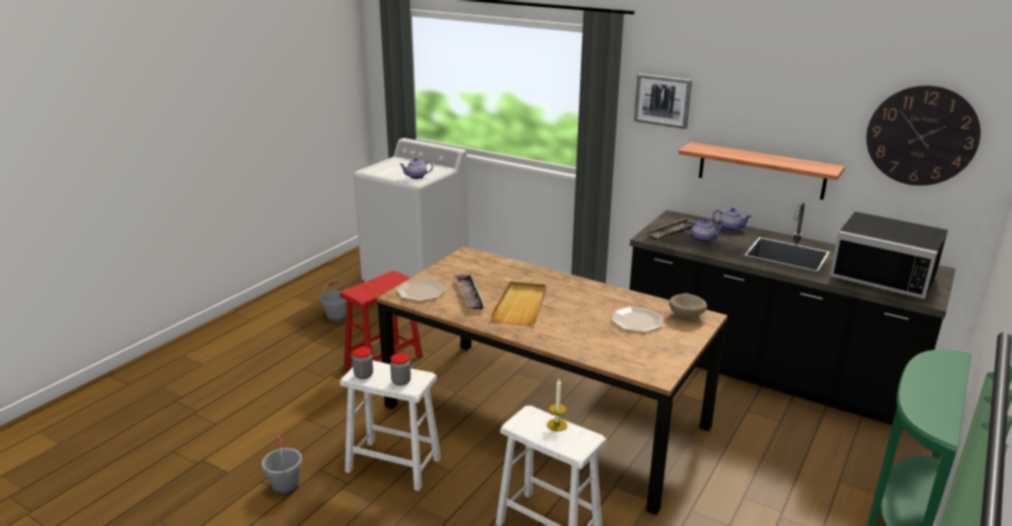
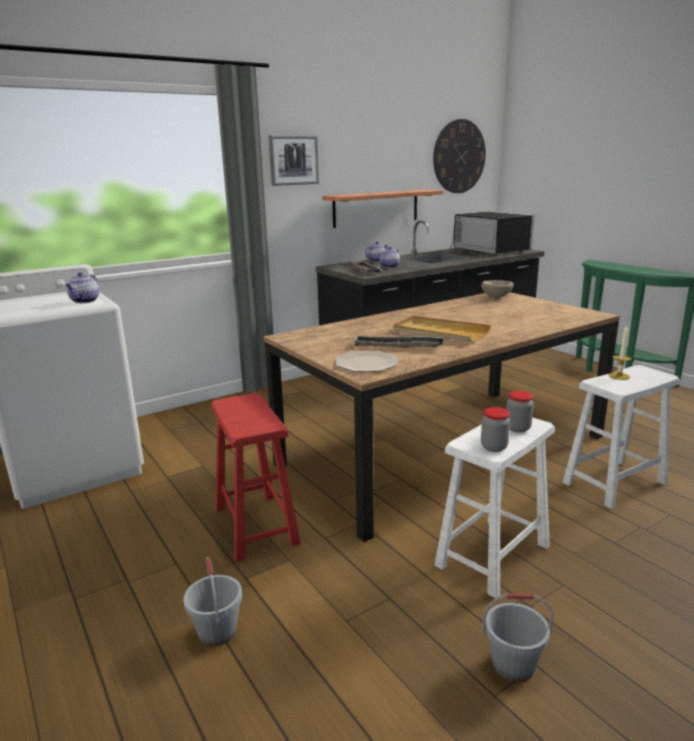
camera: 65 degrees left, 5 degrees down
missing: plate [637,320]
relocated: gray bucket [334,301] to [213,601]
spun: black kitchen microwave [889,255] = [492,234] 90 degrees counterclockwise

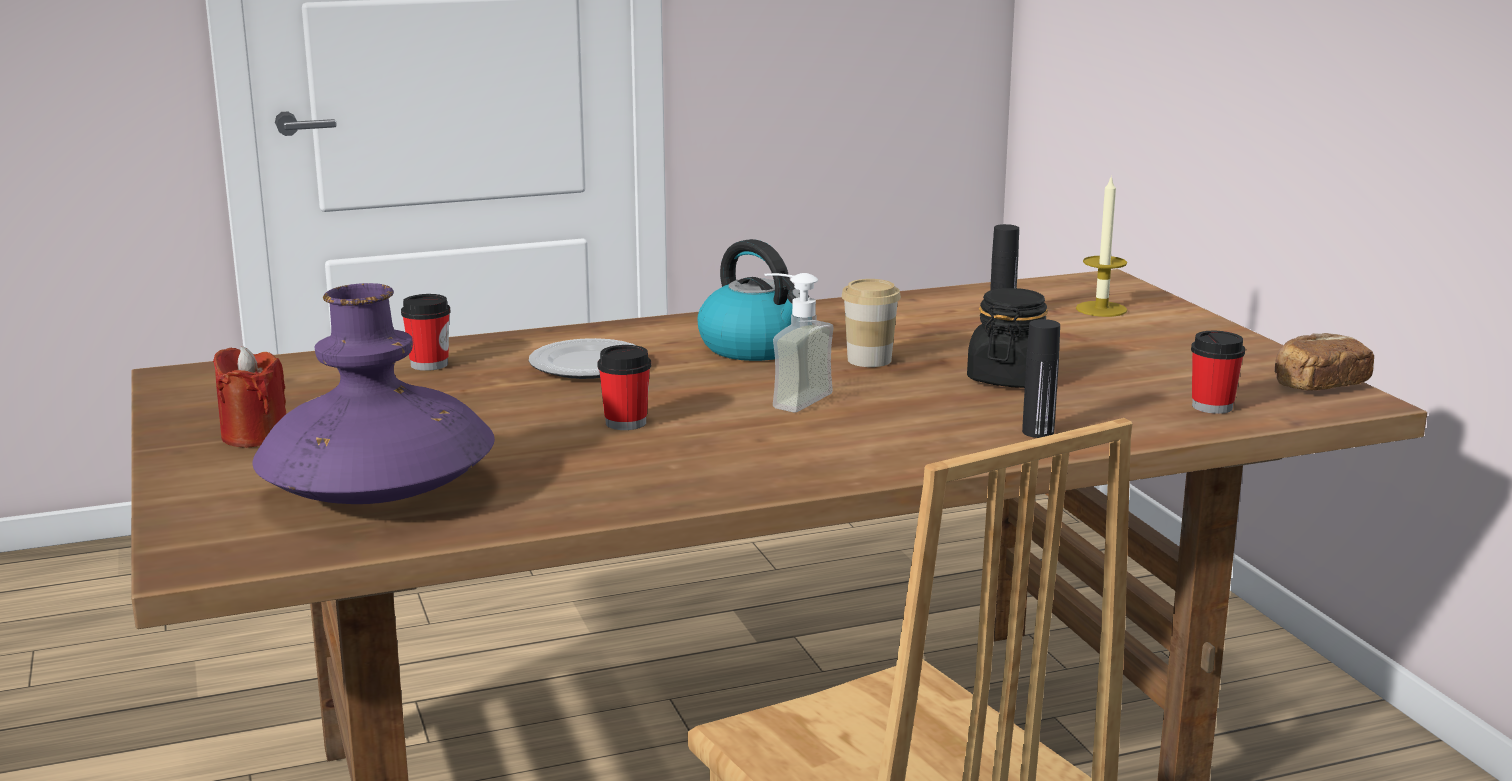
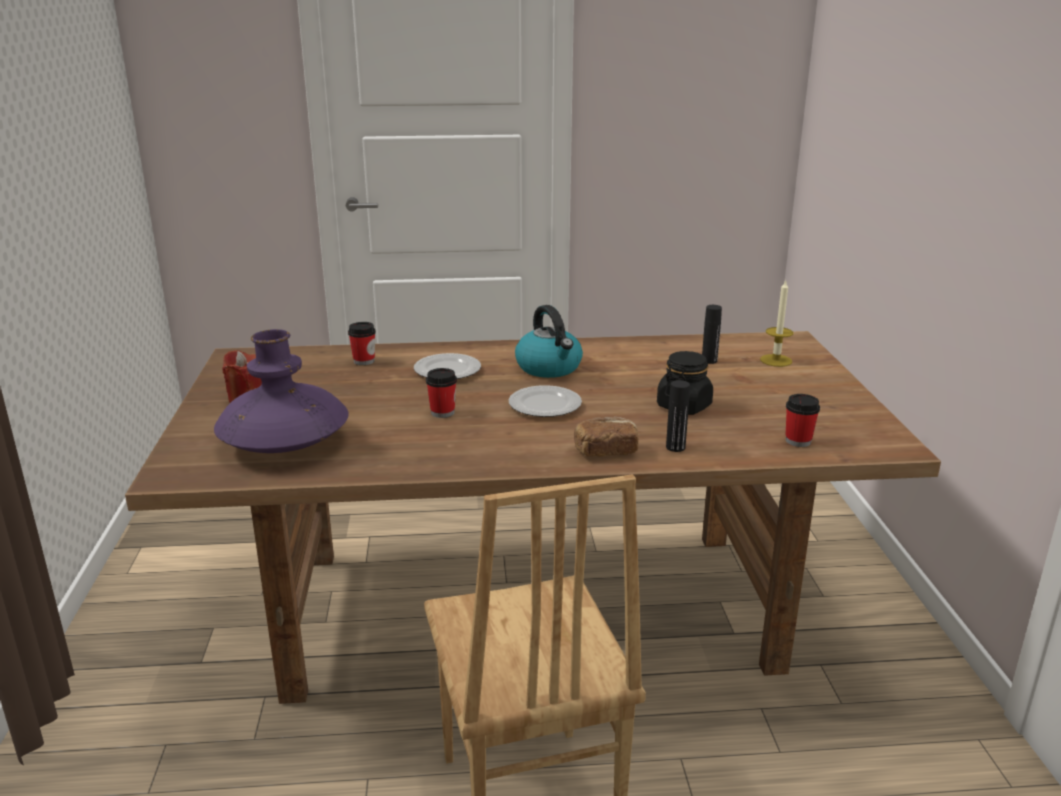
camera: 15 degrees right, 5 degrees up
missing: small cup [871,323]
relocated: baked bread [1324,362] to [606,437]
exchanged: soap dispenser [799,343] to plate [545,401]

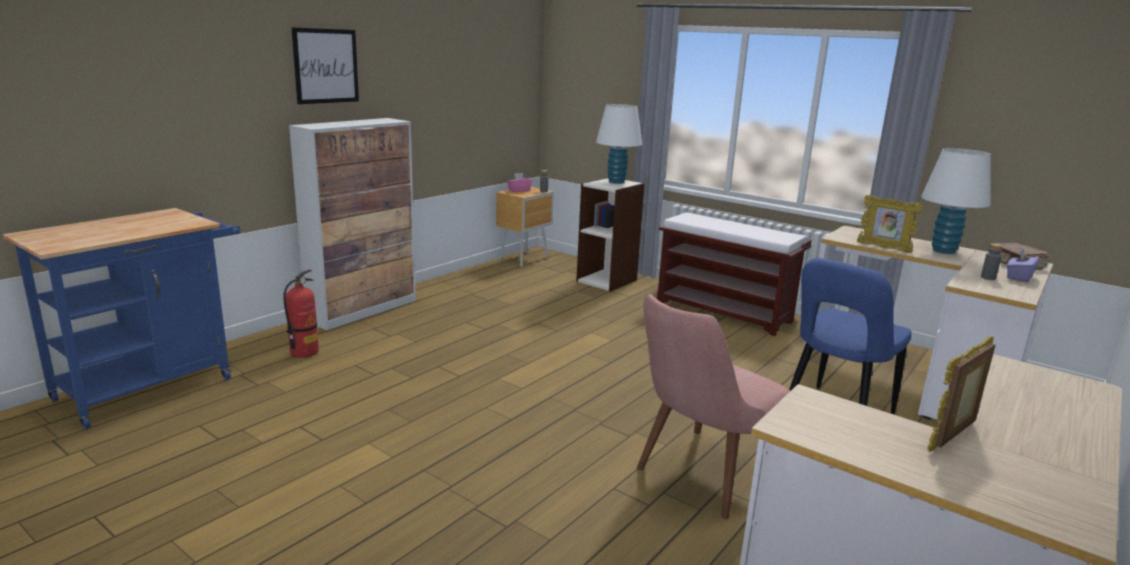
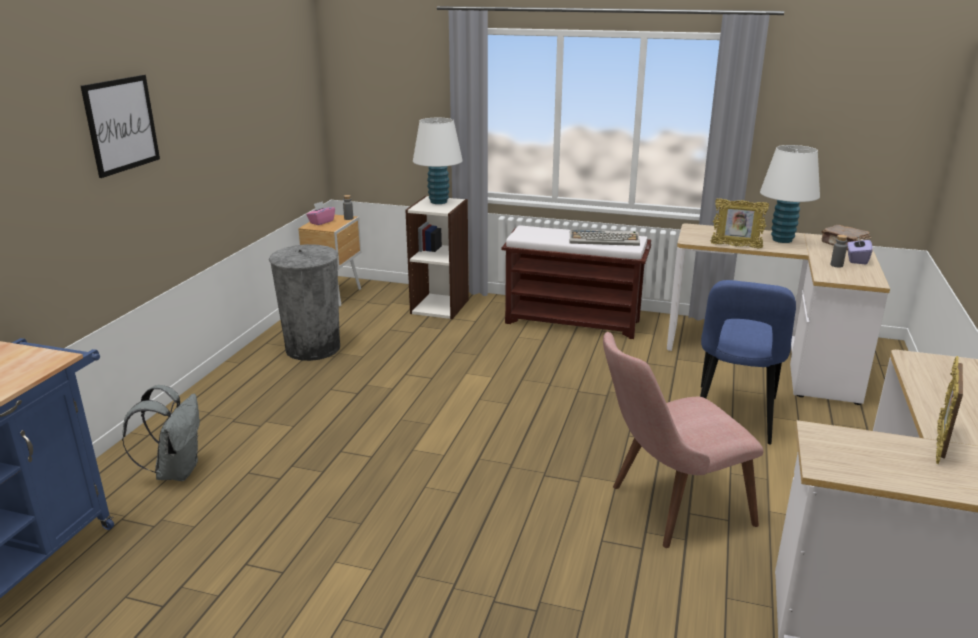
camera: 20 degrees left, 5 degrees up
missing: storage cabinet [352,224]
appeared: gray rubbish bin [304,302]; computer keyboard [605,237]
exchanged: fire-fighting cylinder [301,313] to gray rucksack [161,433]
spun: pink chair [713,406] = [683,440] 45 degrees clockwise

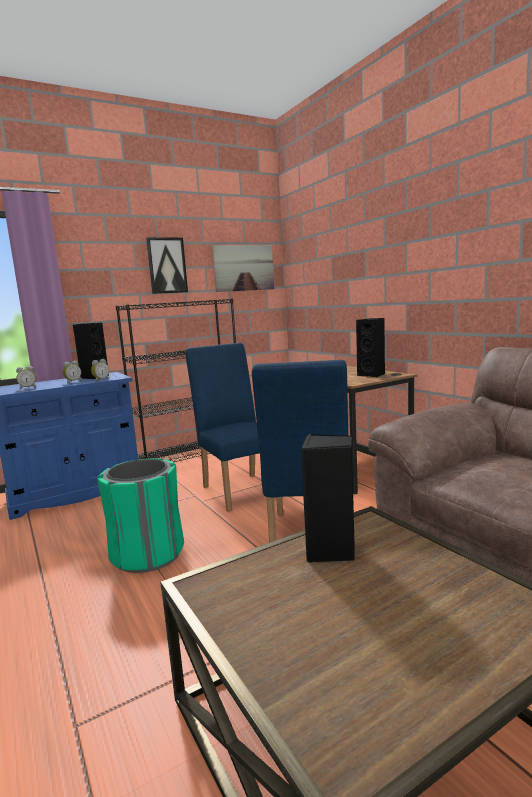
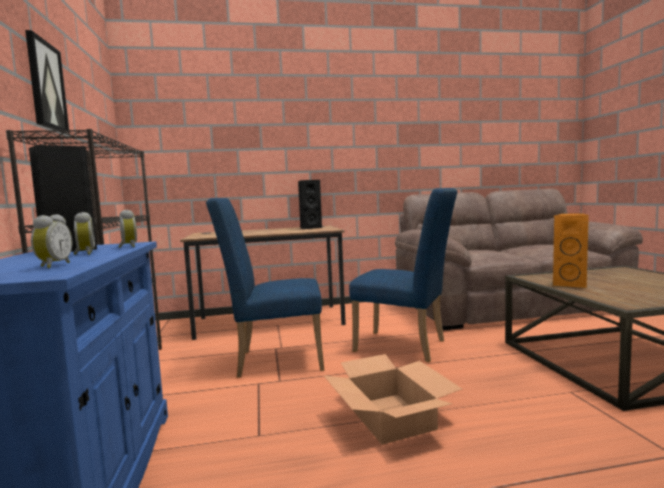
camera: 70 degrees left, 5 degrees down
missing: wall picture [243,268]
exchanged: green-coloured rubbish bin [140,515] to cardboard box [392,399]
colour: black loudspeaker [328,498] to orange-coloured loudspeaker [571,250]

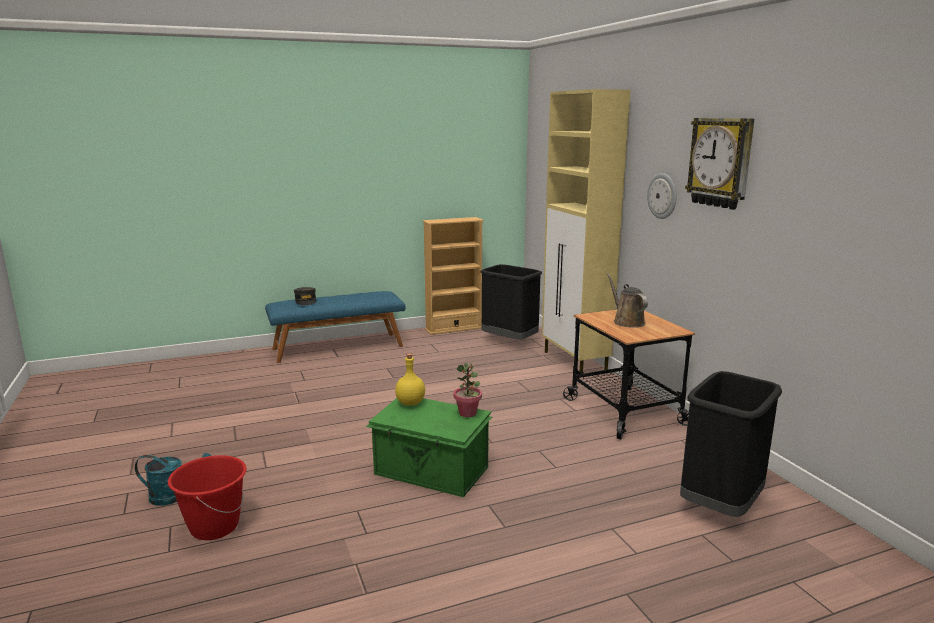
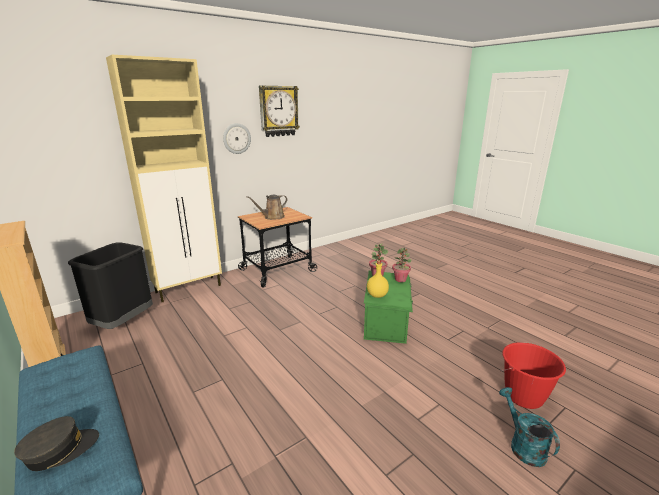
camera: 105 degrees left, 5 degrees up
missing: black rubbish bin [731,444]
appeared: plant in a pot [402,265]

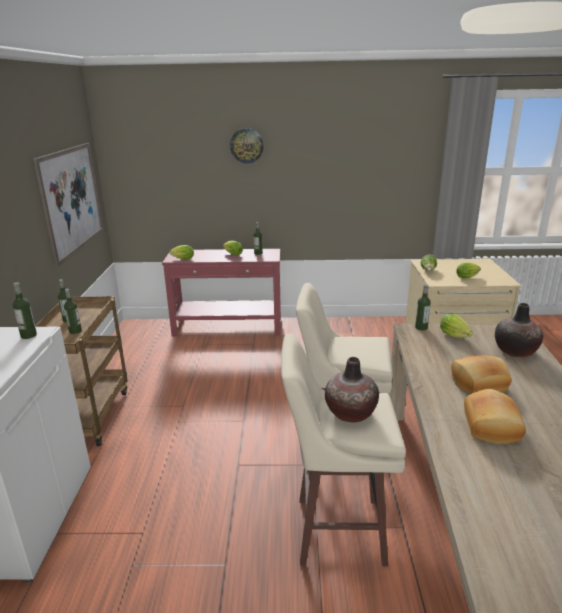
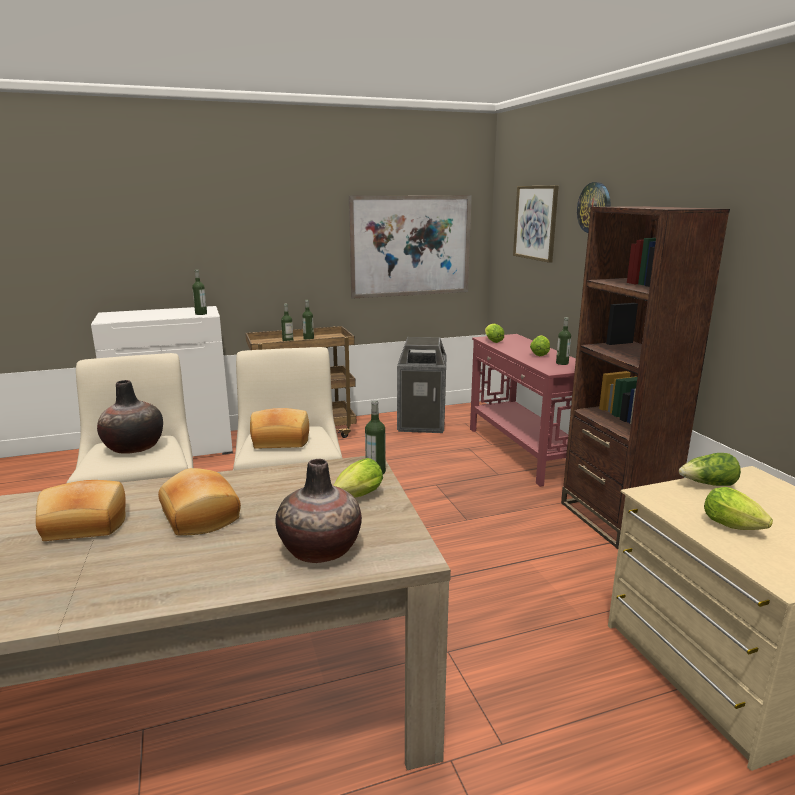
camera: 70 degrees right, 5 degrees down
appeared: baked bread [279,428]; rubbish bin [422,385]; wall picture [536,224]; brown bookcase [645,377]

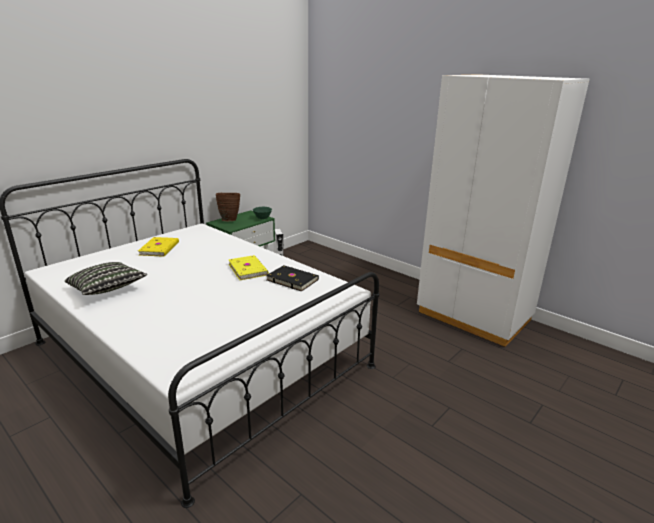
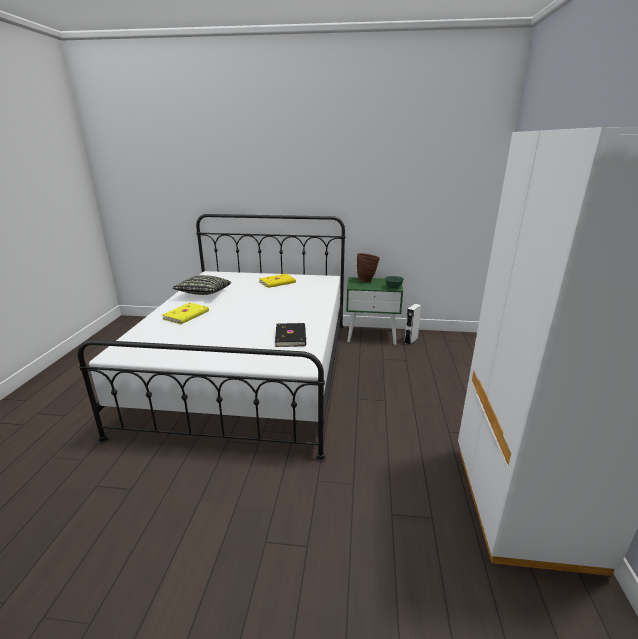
camera: 55 degrees right, 0 degrees up
relocated: yellow volume [249,267] to [185,313]

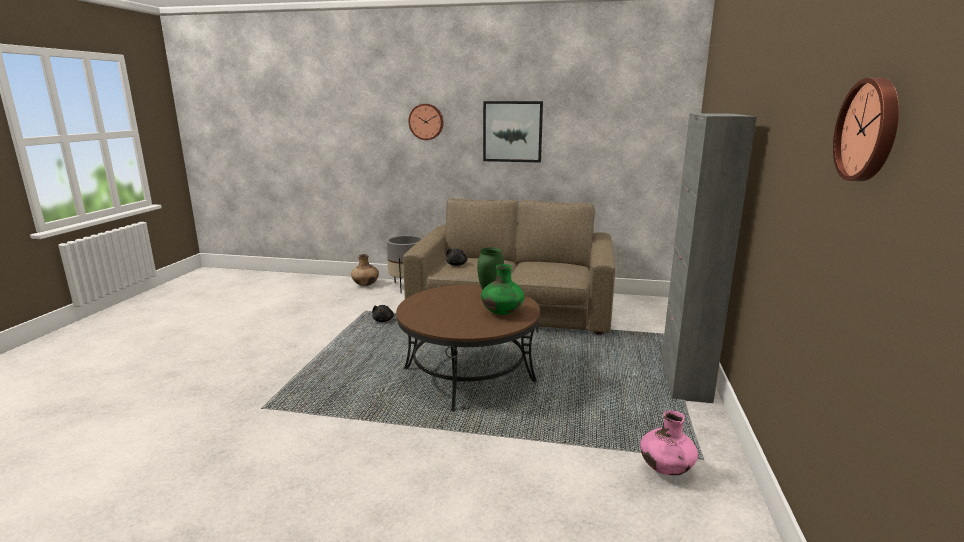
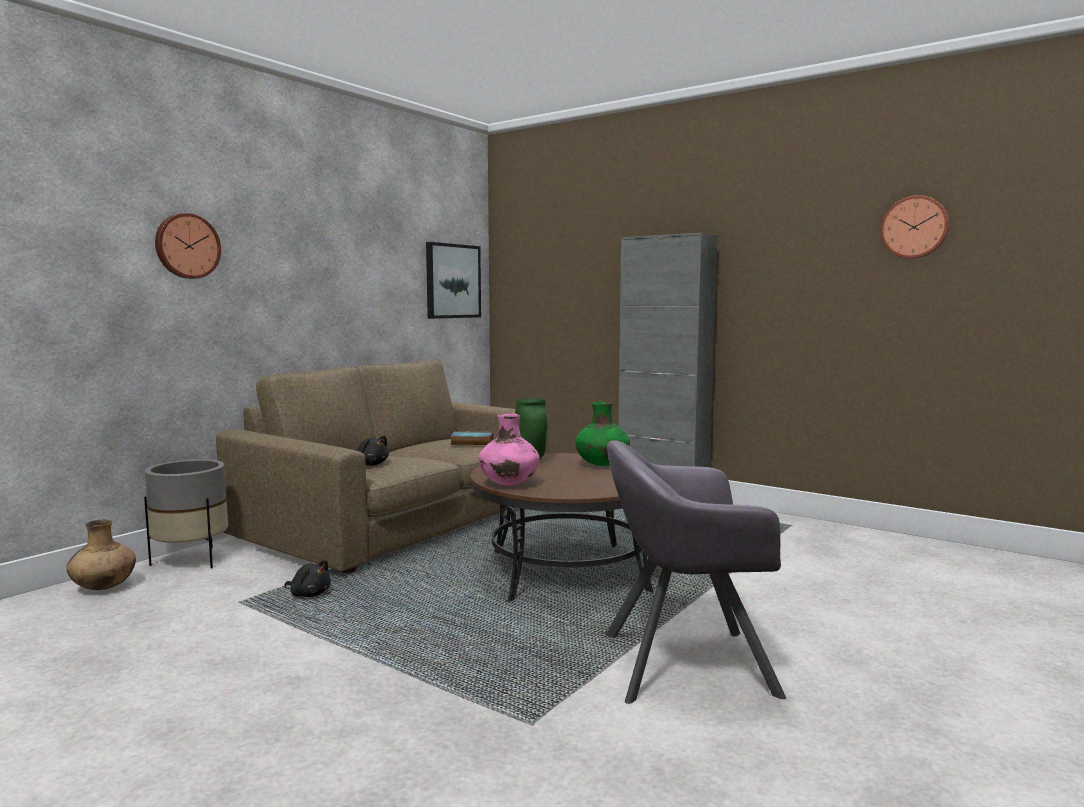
camera: 65 degrees left, 10 degrees down
appeared: volume [471,438]; gray easy chair [695,572]
relocated: wall picture [513,132] to [453,280]; pink flower vase [669,443] to [509,449]

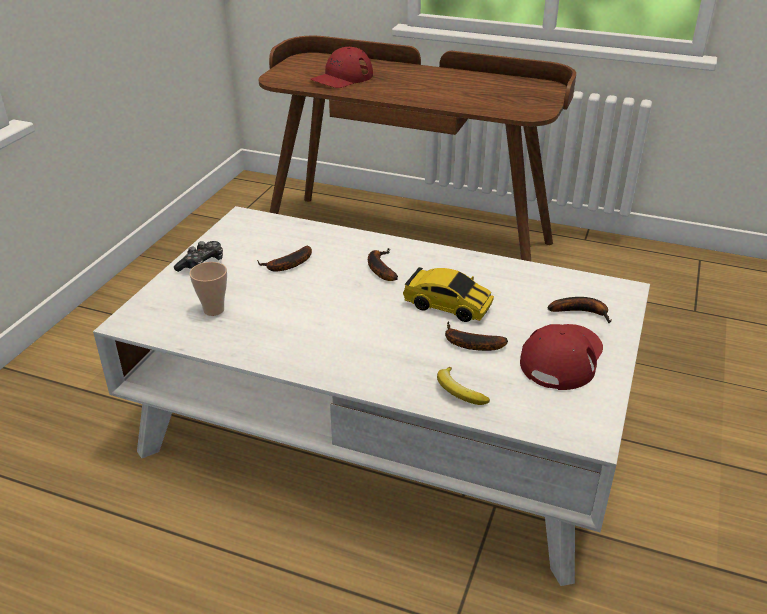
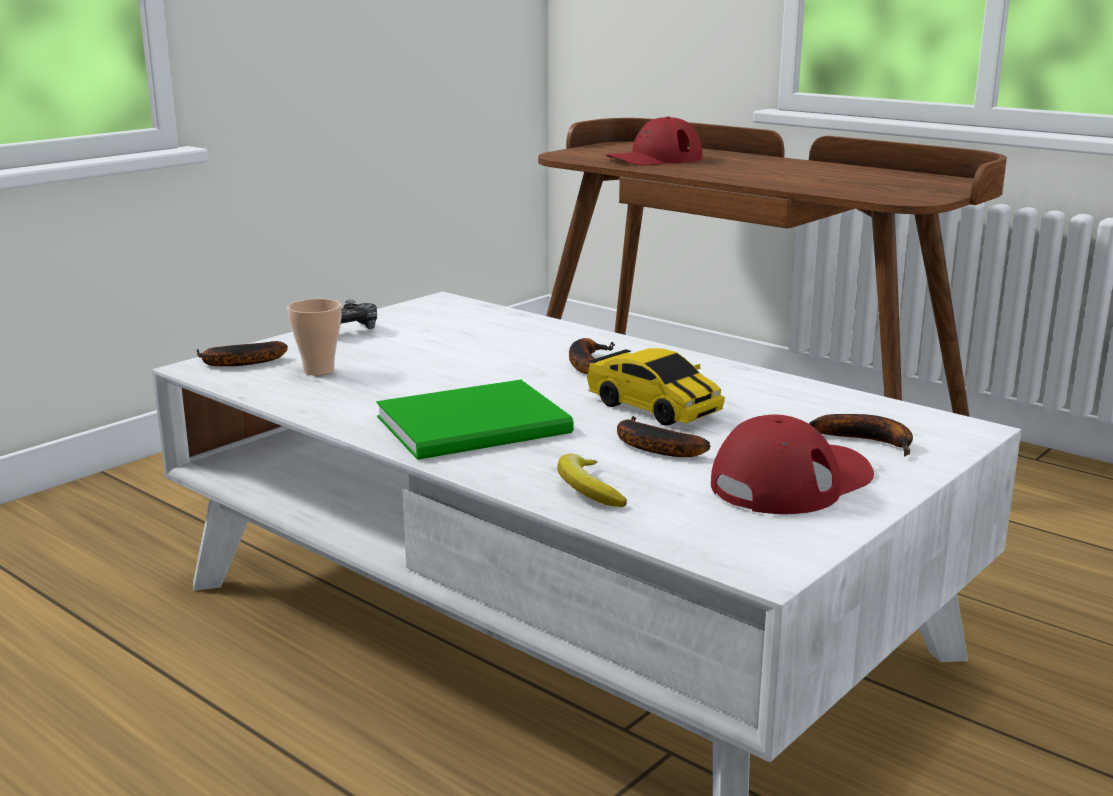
camera: 20 degrees right, 15 degrees down
appeared: green-coloured volume [474,419]
relocated: whole banana [284,259] to [242,353]

